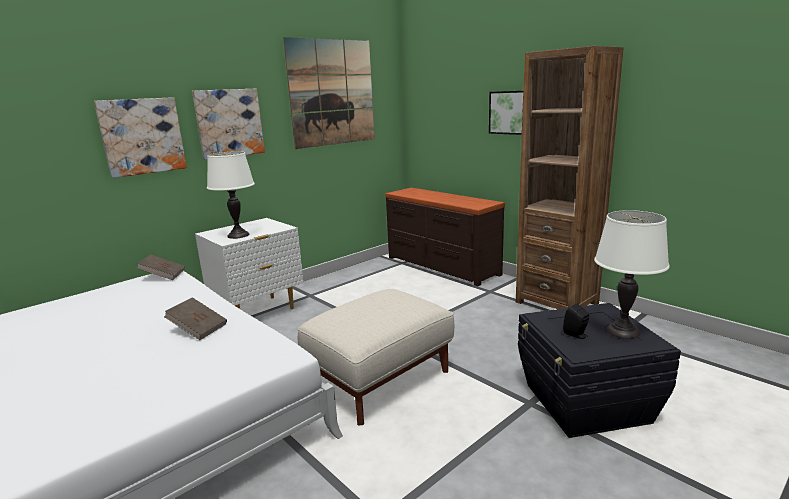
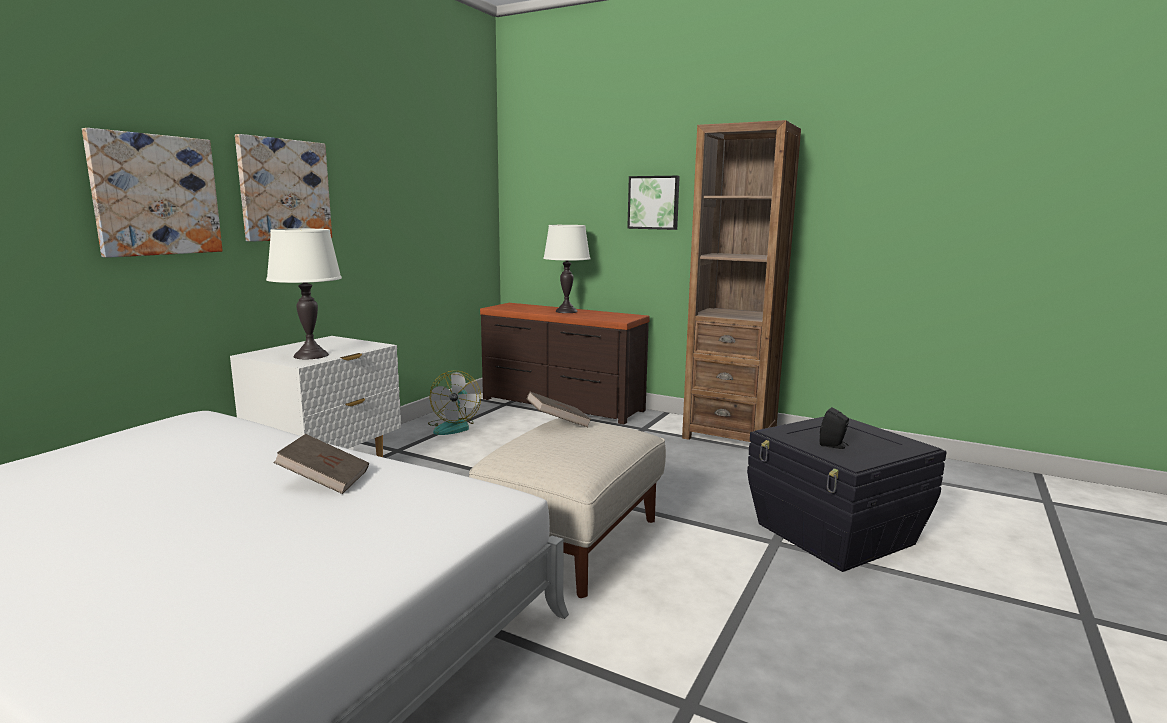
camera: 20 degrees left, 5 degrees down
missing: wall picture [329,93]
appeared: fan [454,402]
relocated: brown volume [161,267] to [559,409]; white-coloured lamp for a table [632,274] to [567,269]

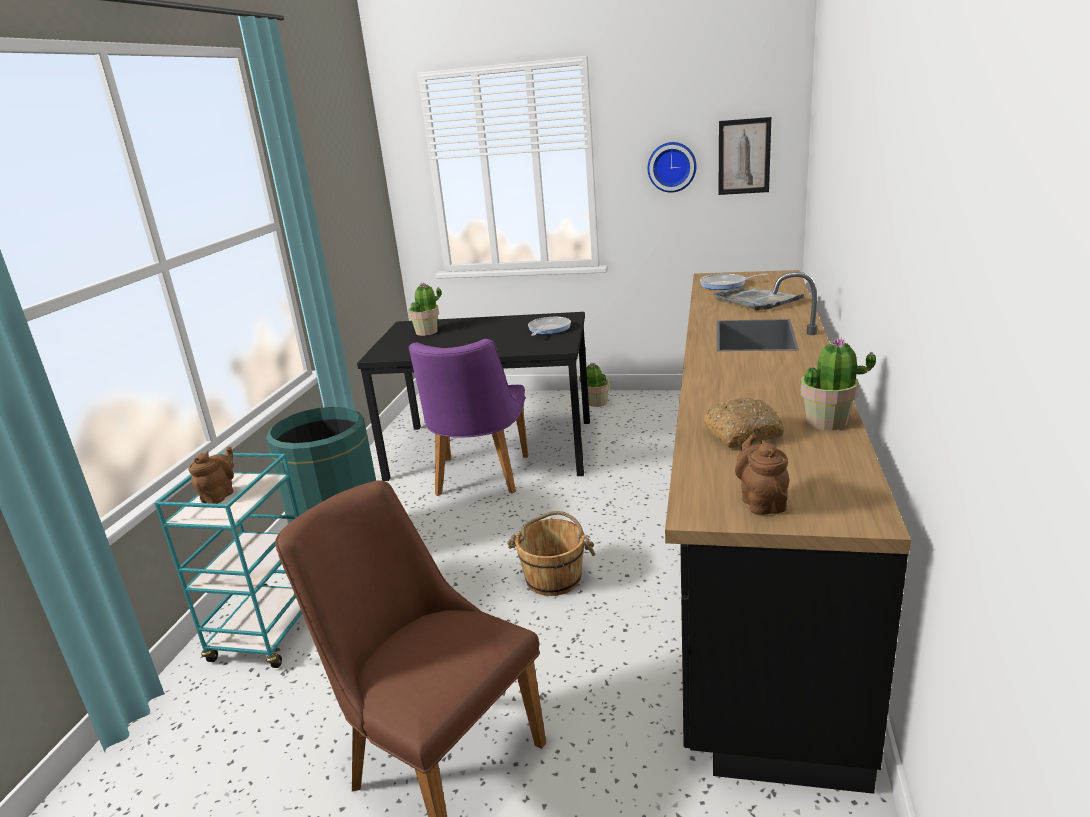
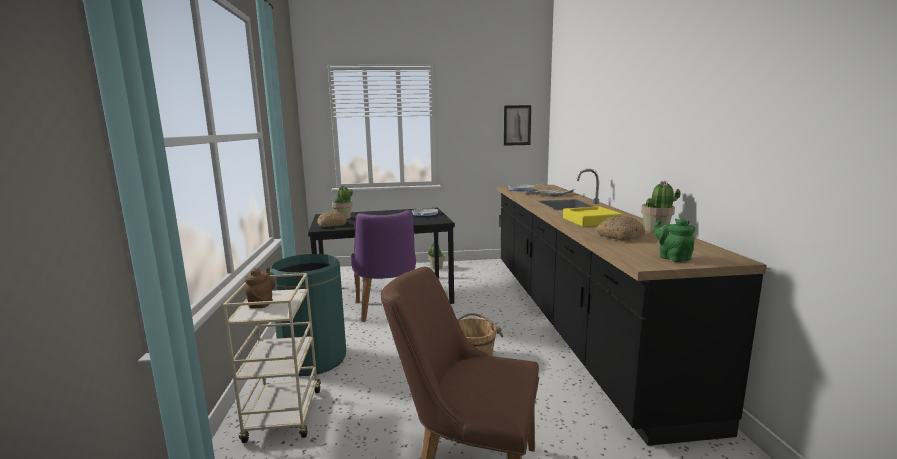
camera: 20 degrees left, 10 degrees down
missing: clock on the wall [672,167]
appeared: baked bread [331,219]; yellow serving tray [593,216]
colour: blue-green trolley [228,560] to beige trolley [272,358]; brown tea pot [762,474] to green-coloured tea pot [674,240]

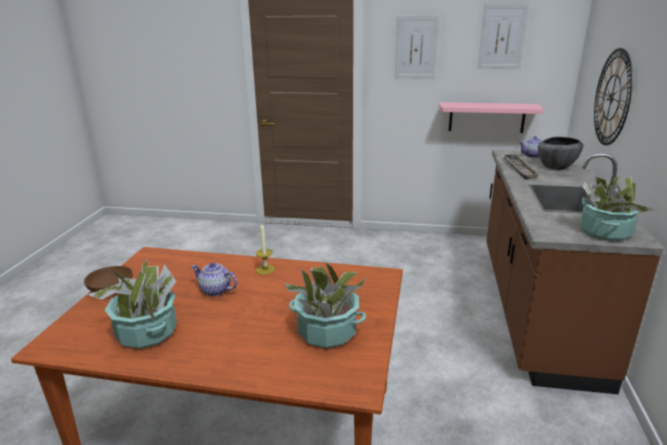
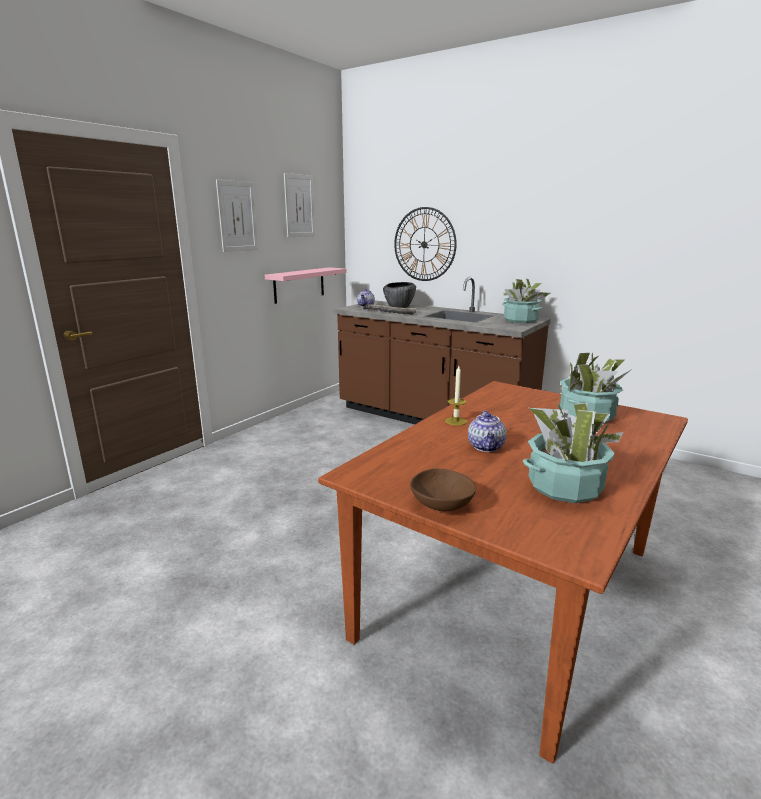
camera: 65 degrees left, 5 degrees down
spun: tea pot [214,279] = [487,431] 45 degrees counterclockwise

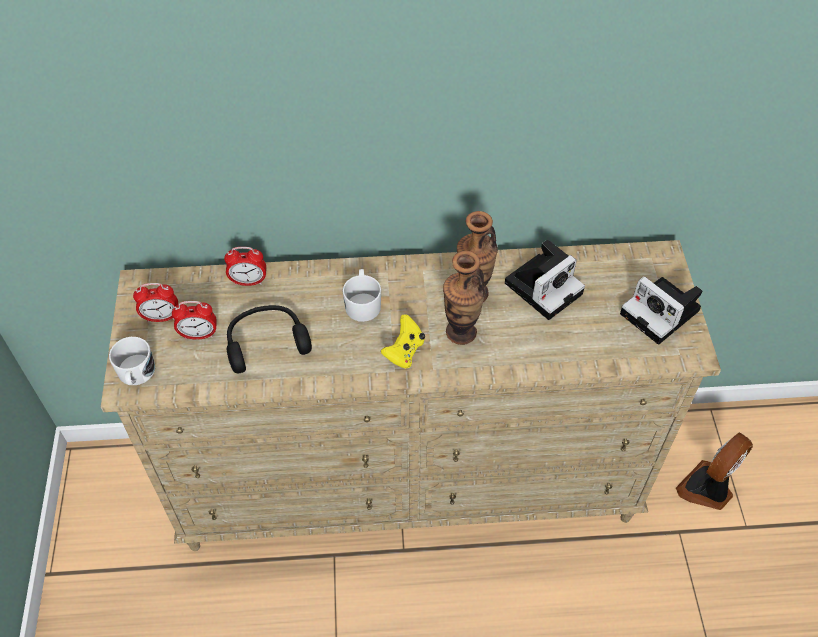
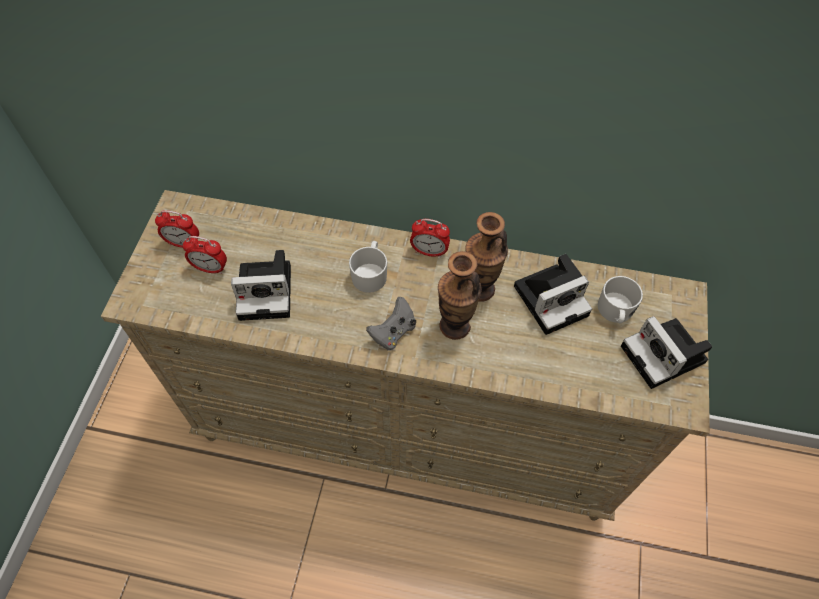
camera: 15 degrees right, 5 degrees up
missing: fan [714,471]
relocated: alarm clock [245,266] to [430,238]; white-coloured mug [132,361] to [620,299]
exchanged: black headphones [269,339] to photo camera [261,285]
colour: yellow game controller [403,341] to gray game controller [391,323]

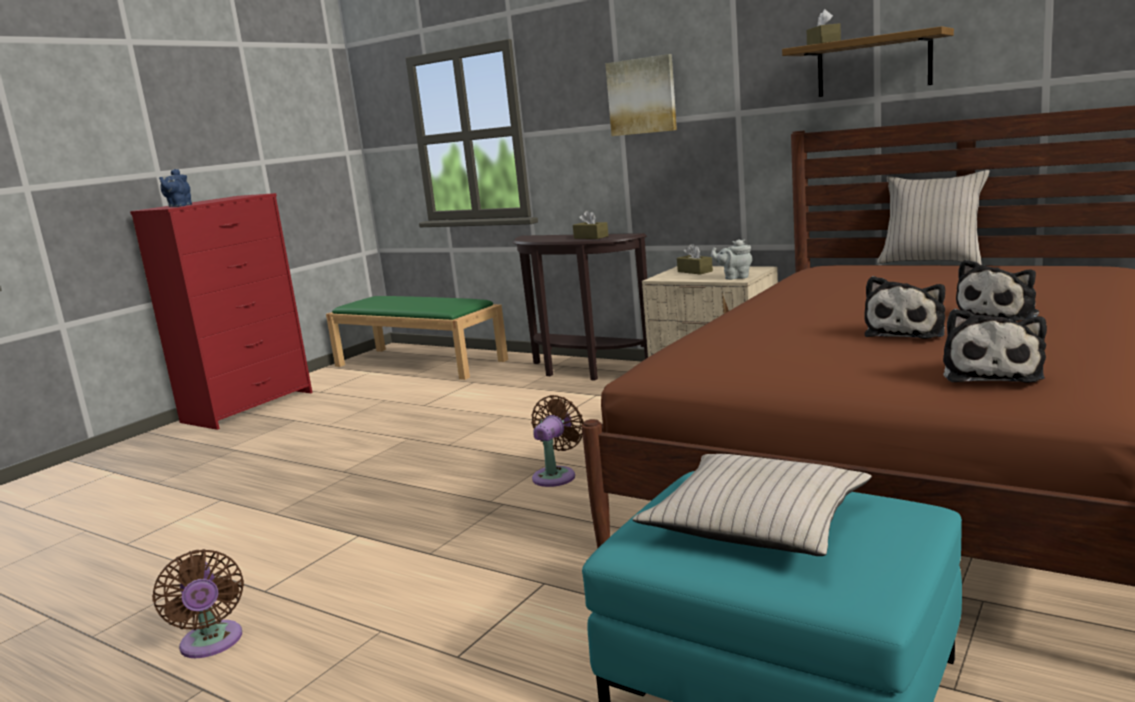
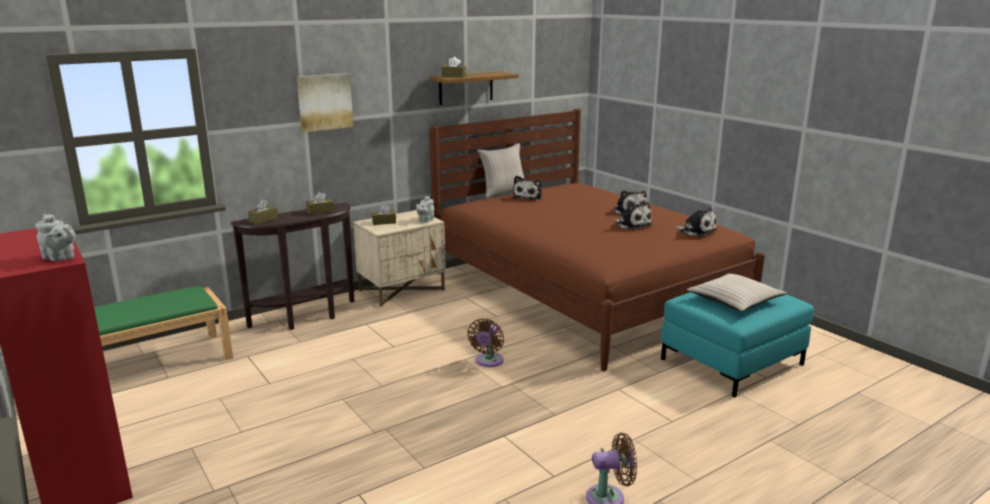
camera: 70 degrees left, 5 degrees up
appeared: brown tissue box [263,211]; soft toy [527,188]
colour: blue-coloured tea pot [175,188] to gray tea pot [56,237]
spun: brown fan [557,441] = [485,342] 120 degrees counterclockwise

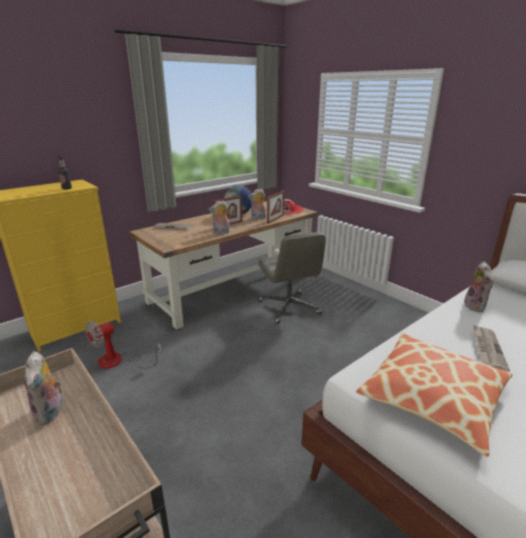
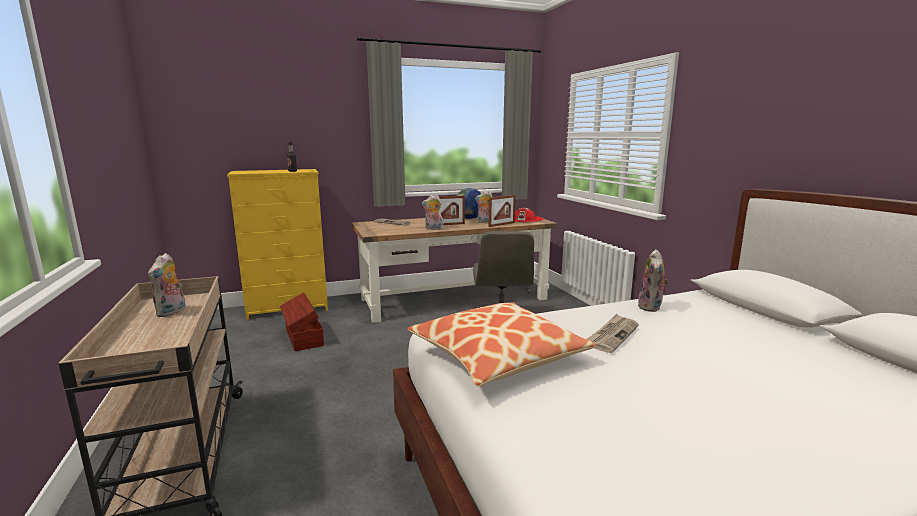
camera: 20 degrees right, 10 degrees down
exchanged: fan [123,344] to brown storage container [302,321]

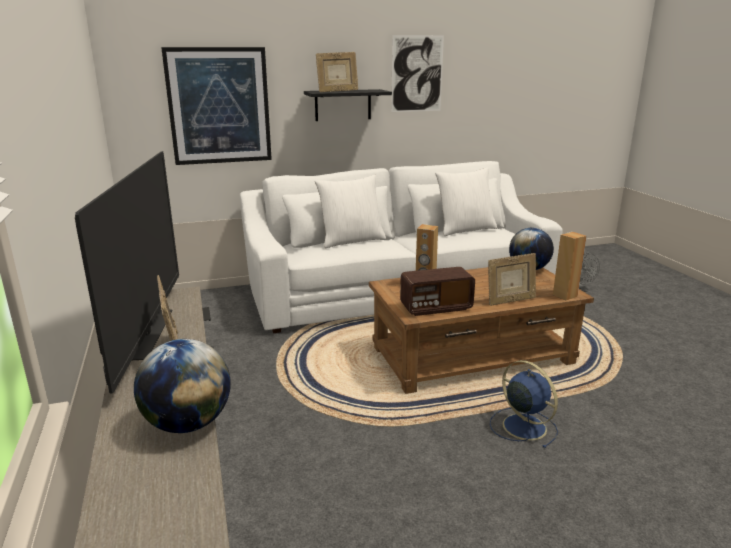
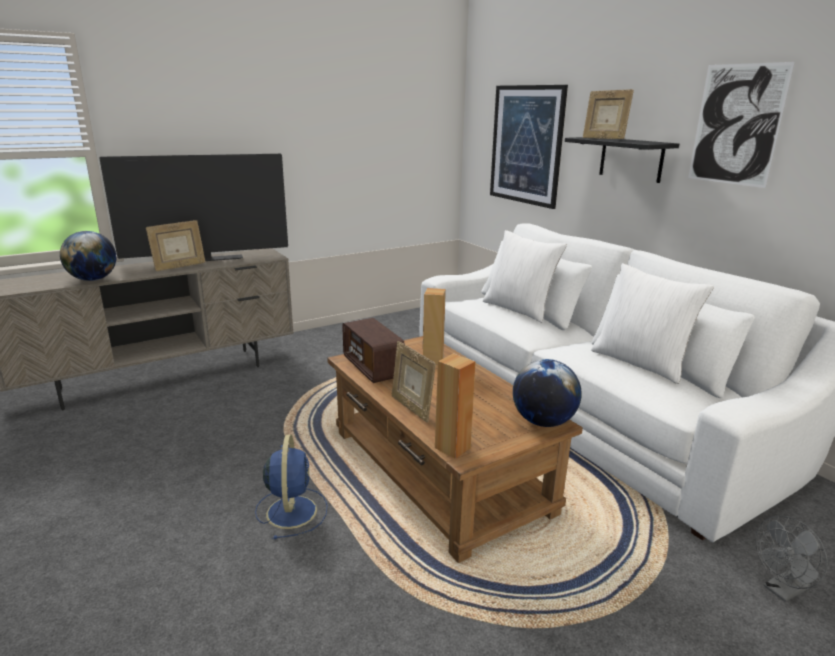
camera: 75 degrees right, 0 degrees up
spun: blue-coloured fan [524,404] = [291,487] 45 degrees counterclockwise

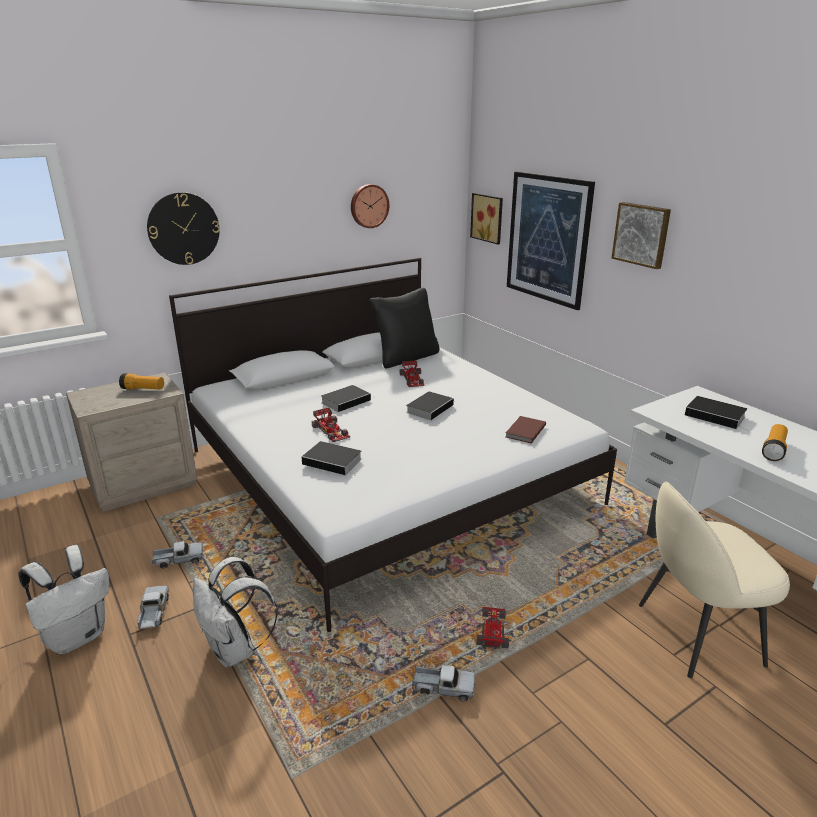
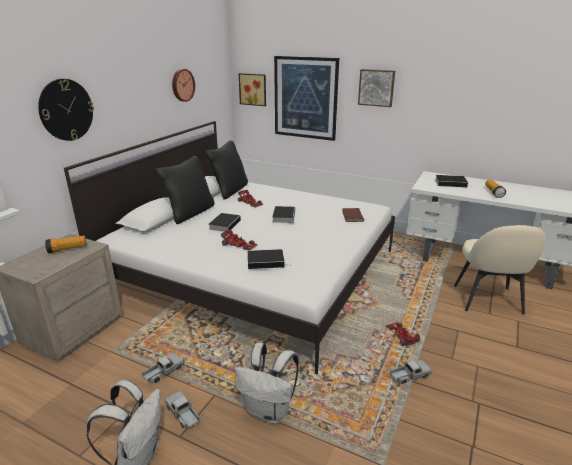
camera: 30 degrees left, 0 degrees up
appeared: black cushion [185,190]
spun: beige chair [714,580] = [499,270] 45 degrees counterclockwise

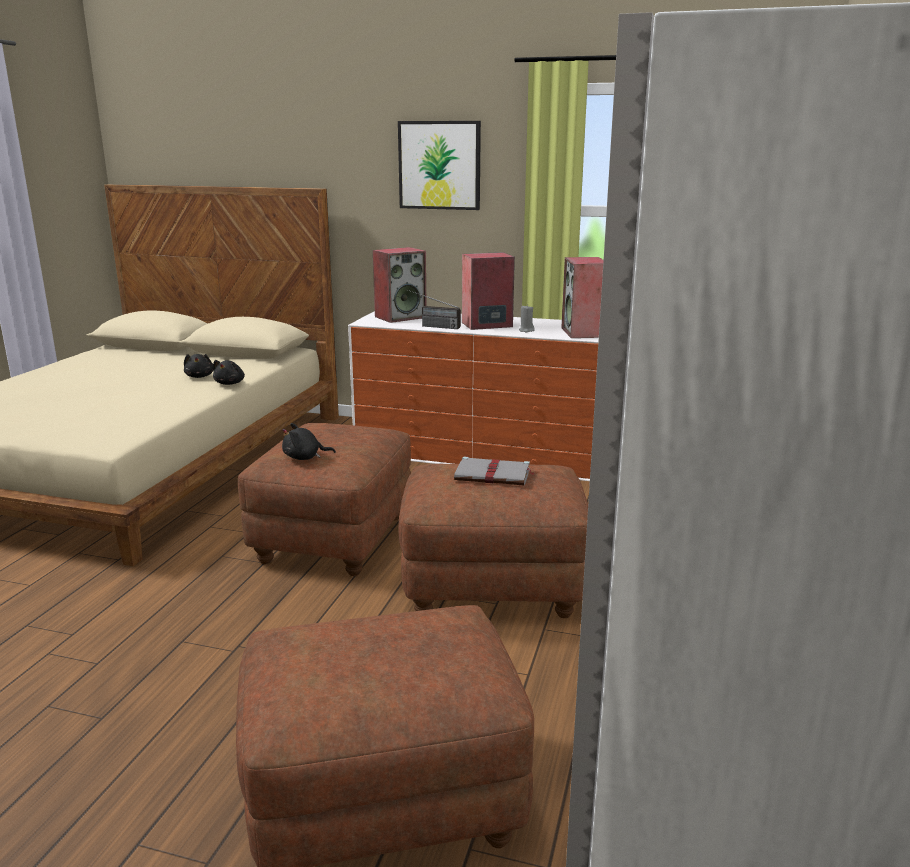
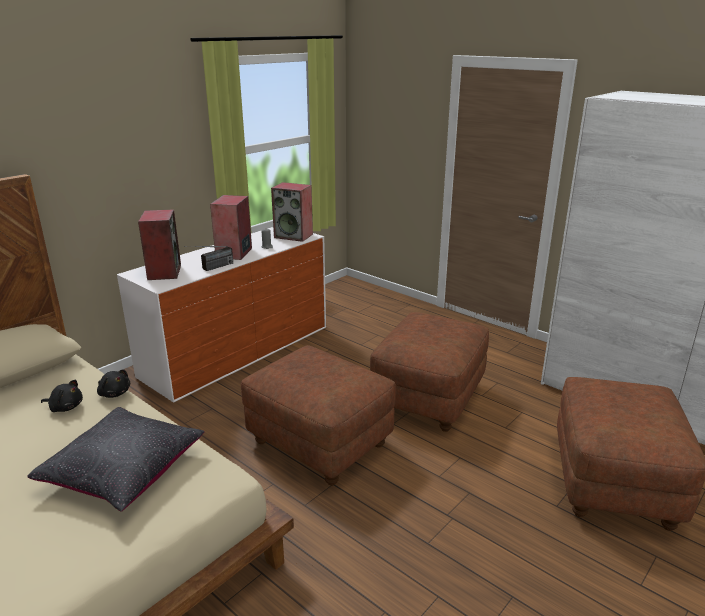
camera: 65 degrees left, 5 degrees up
missing: black soft toy [309,441]; wall picture [439,165]; gray volume [494,471]
appeared: black cushion [116,459]

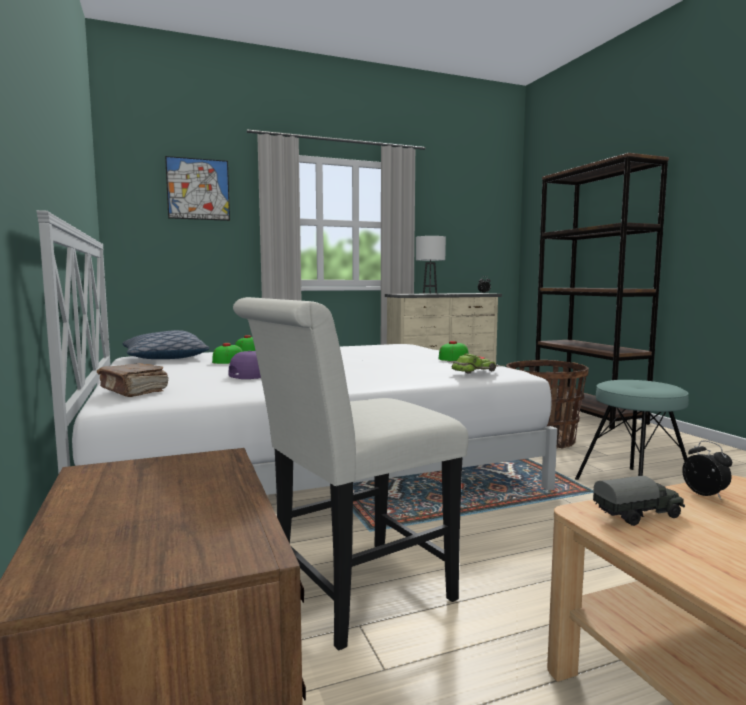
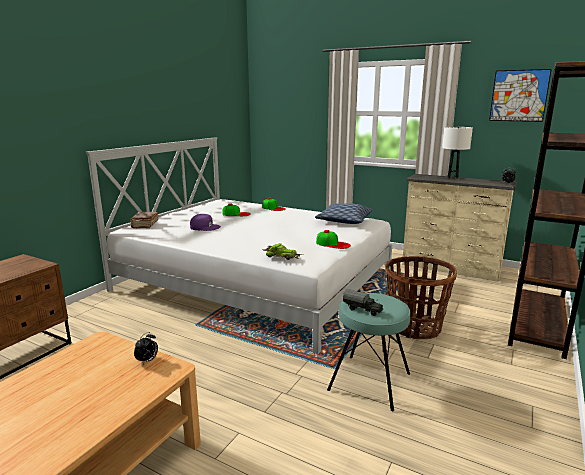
camera: 50 degrees right, 10 degrees up
missing: white-coloured chair [351,474]
relocated: cushion [166,344] to [344,214]; model truck [639,501] to [363,302]; wall picture [197,188] to [520,95]

